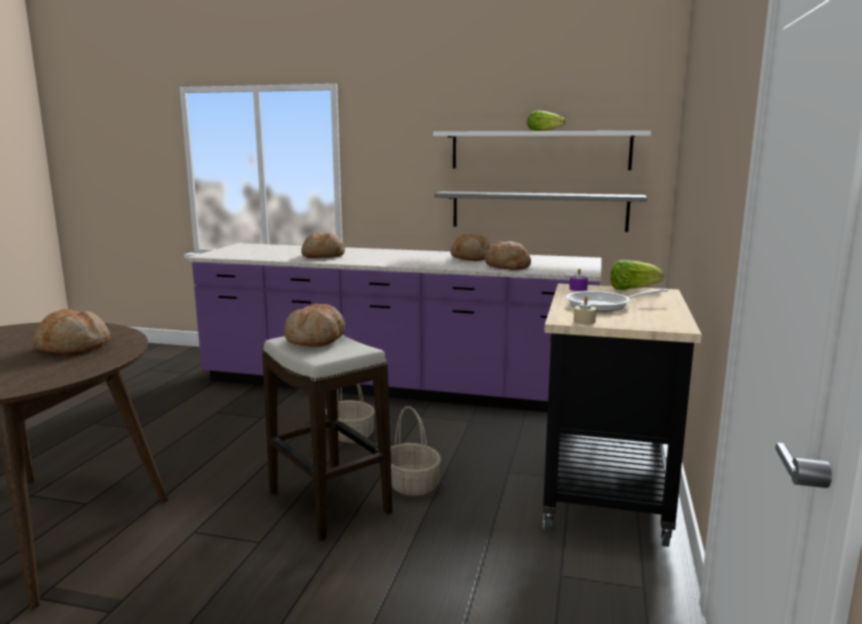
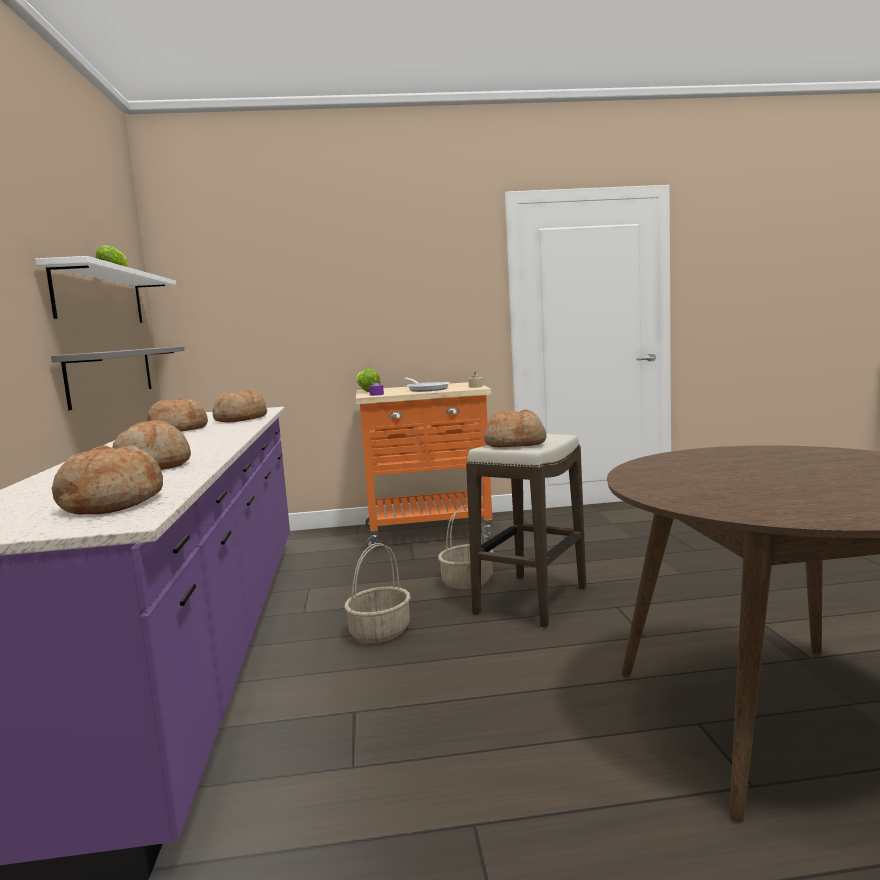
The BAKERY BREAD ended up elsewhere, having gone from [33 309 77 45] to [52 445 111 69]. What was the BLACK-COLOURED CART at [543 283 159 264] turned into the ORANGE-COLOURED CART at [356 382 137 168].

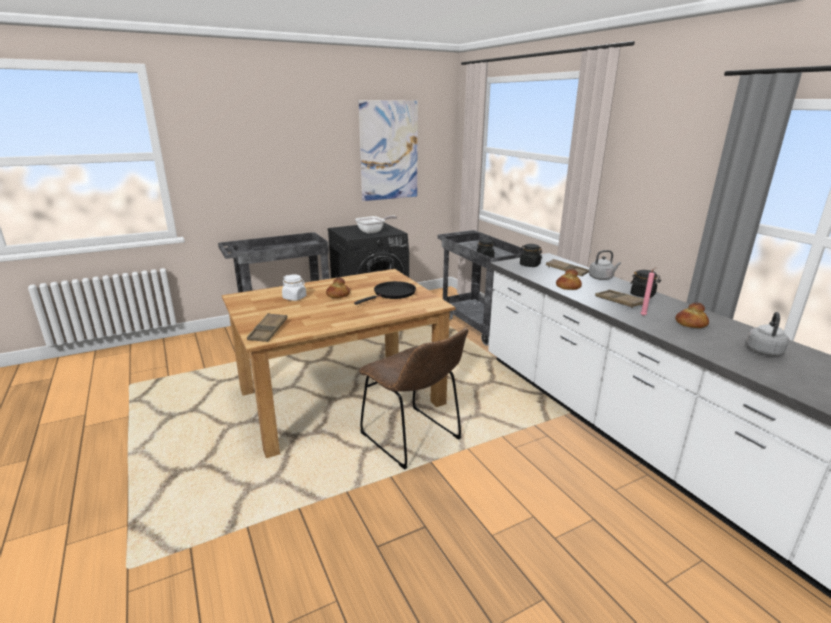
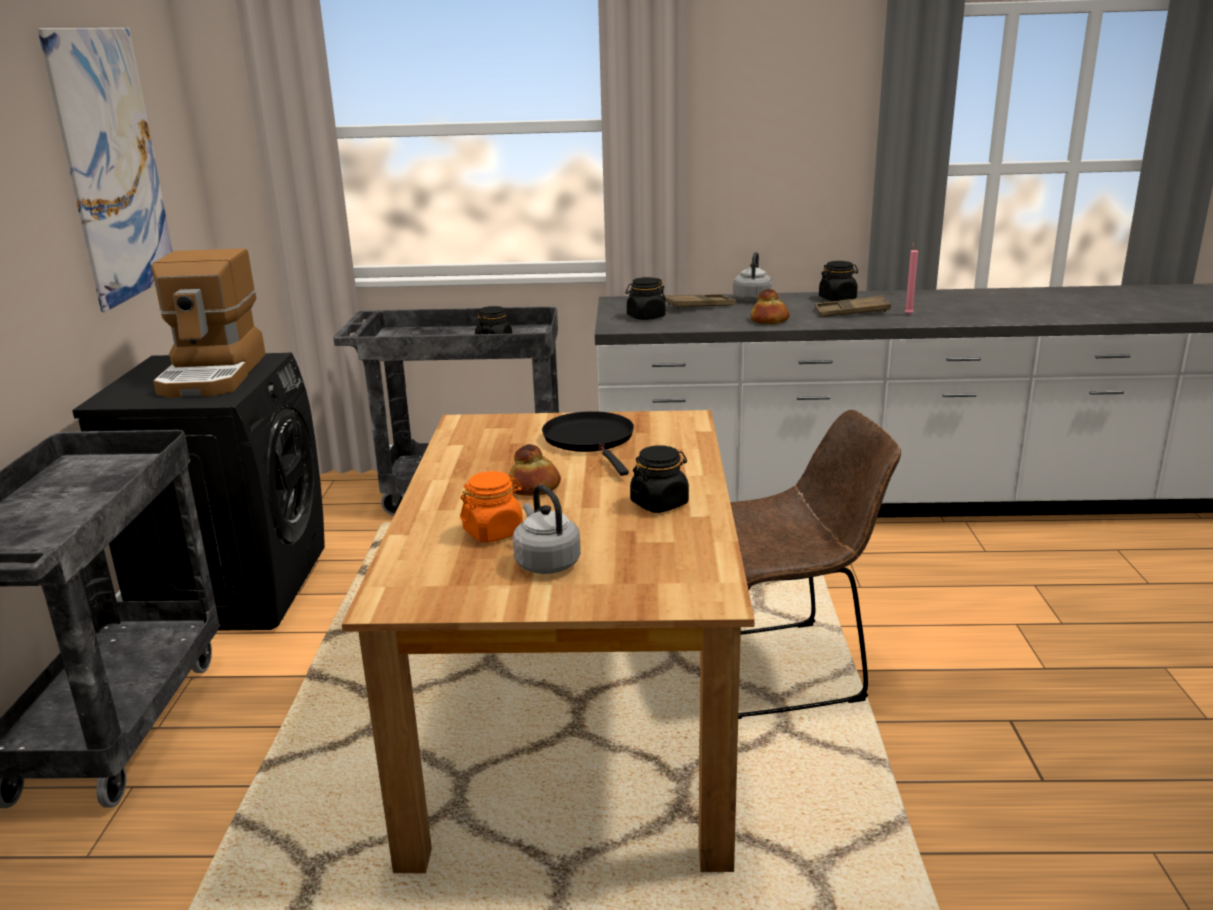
The second view lost the BROWNISH SERVING TRAY at [247 313 40 29]. What was the WHITISH JAR at [282 274 25 27] turned into the ORANGE-COLOURED JAR at [460 471 63 72]. Where the PAN stood at [355 215 42 19], the COFFEE MACHINE came to stand at [152 248 113 150]. The second view lost the BAKERY BREAD at [675 302 34 26]. The GREY TEA KETTLE ended up elsewhere, having gone from [746 312 43 44] to [513 485 68 89]. The second view gained the BLACK-COLOURED JAR at [630 445 59 68].

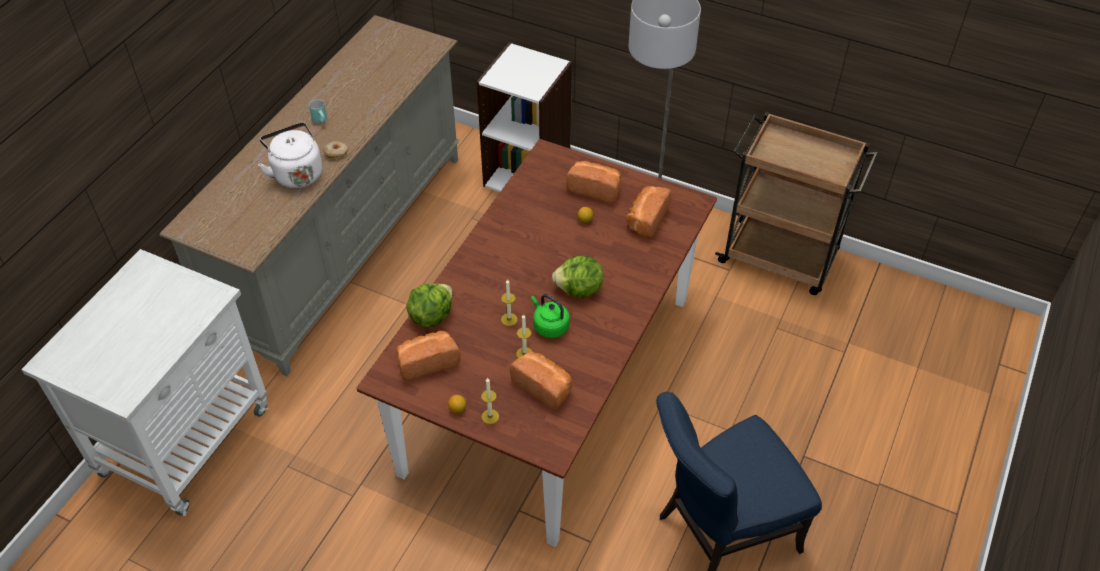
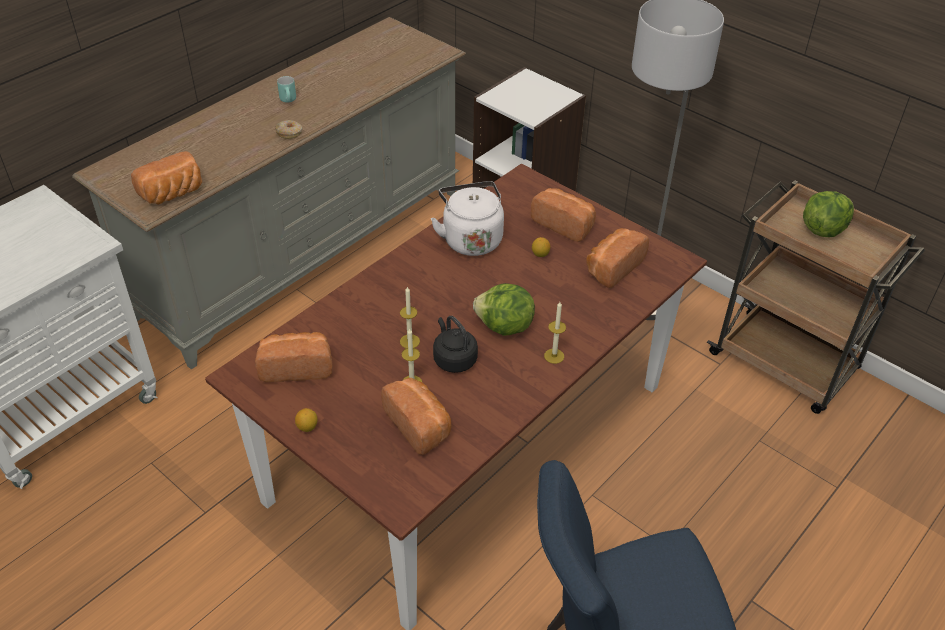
The WHITISH TEA KETTLE ended up elsewhere, having gone from [258 122 64 66] to [431 181 73 75]. The LETTUCE ended up elsewhere, having gone from [406 283 47 44] to [803 191 51 46]. The CANDLE ended up elsewhere, having gone from [481 377 18 47] to [544 302 22 62]. What was the GREENISH TEA KETTLE at [531 294 39 44] turned into the BLACK-COLOURED TEA KETTLE at [433 316 45 57]. The second view gained the BAKERY BREAD at [131 151 71 54].

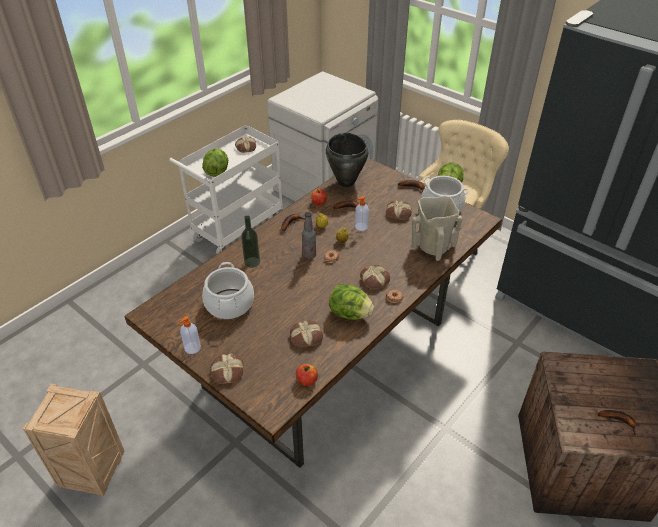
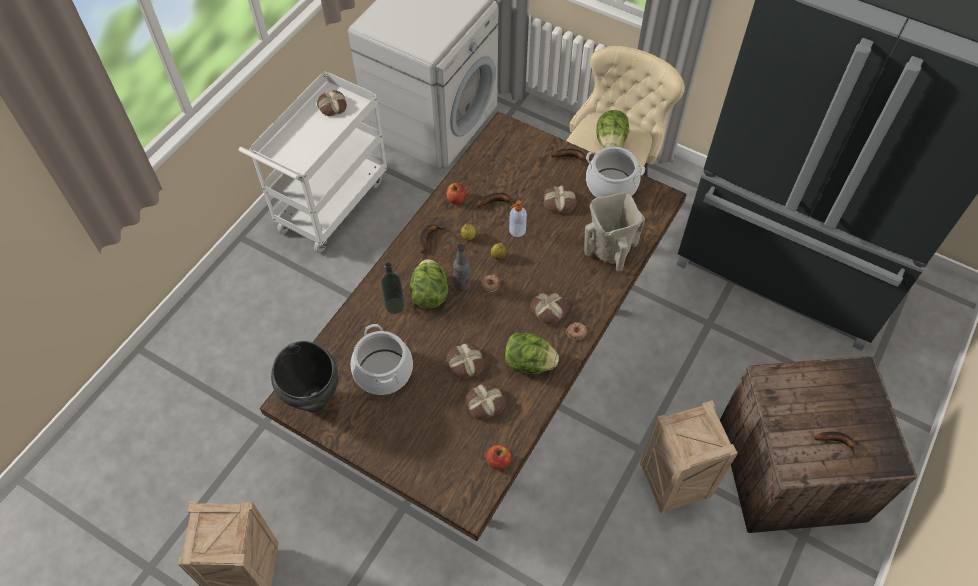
The second view lost the LIQUID SOAP BOTTLE at [178 316 23 38]. The LETTUCE ended up elsewhere, having gone from [202 149 26 28] to [409 259 40 50]. The BAKERY BREAD ended up elsewhere, having gone from [210 353 33 31] to [447 343 37 36]. The BLACK-COLOURED COOKING POT ended up elsewhere, having gone from [326 133 42 54] to [271 341 68 71]. The second view gained the CRATE at [640 400 98 114].

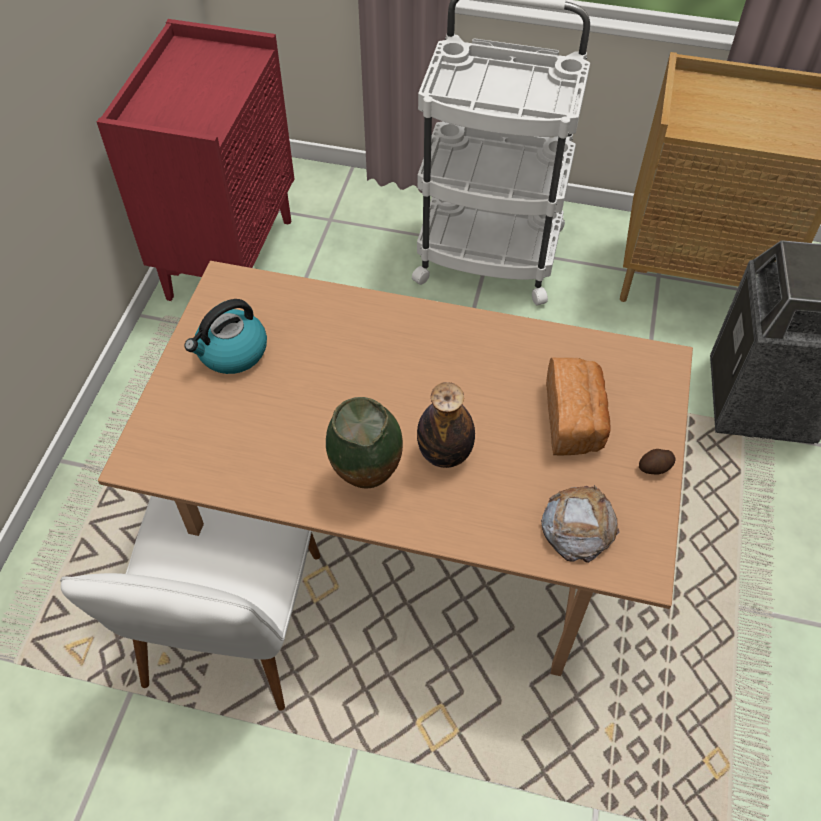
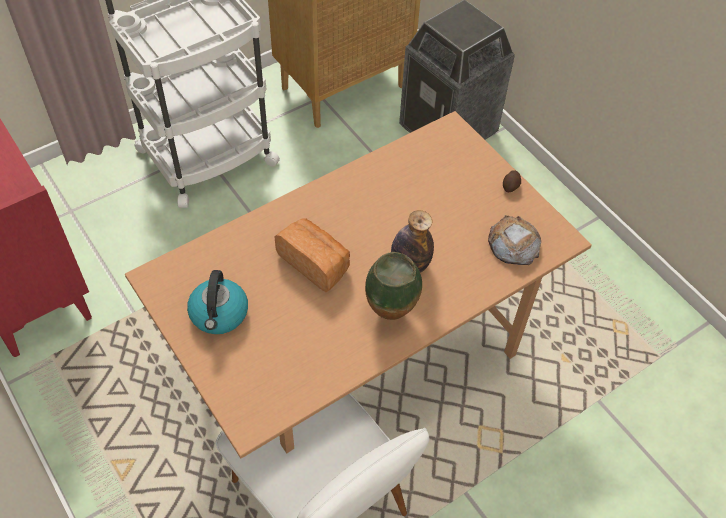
The BAKERY BREAD ended up elsewhere, having gone from [546 358 65 98] to [274 218 76 74].

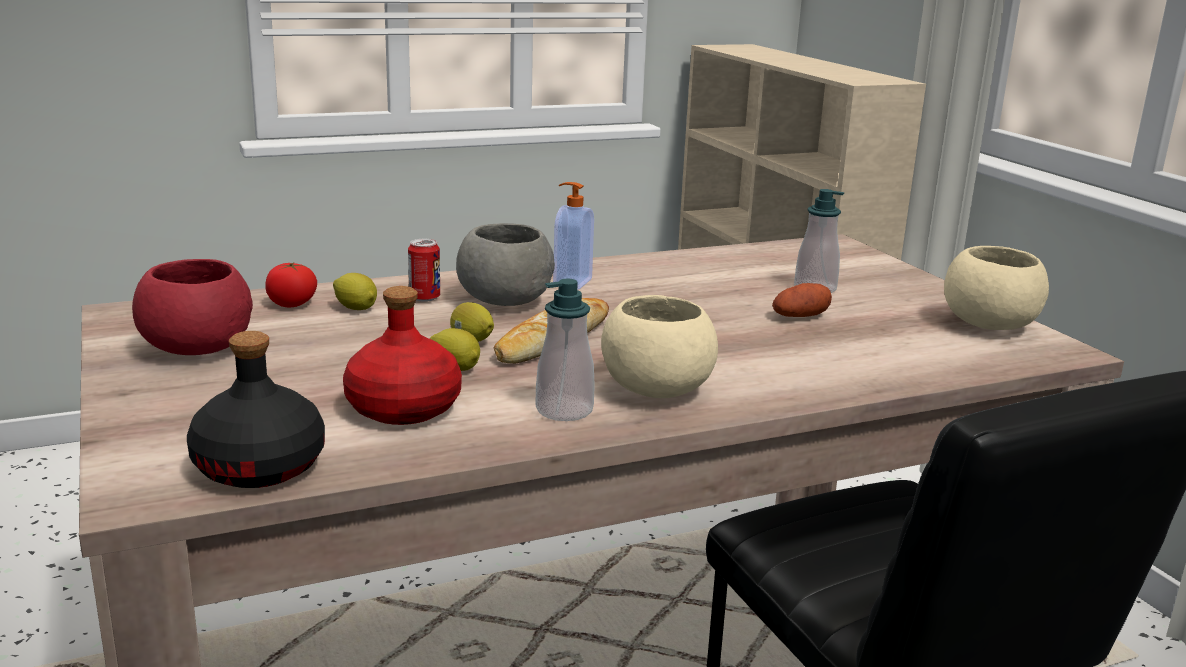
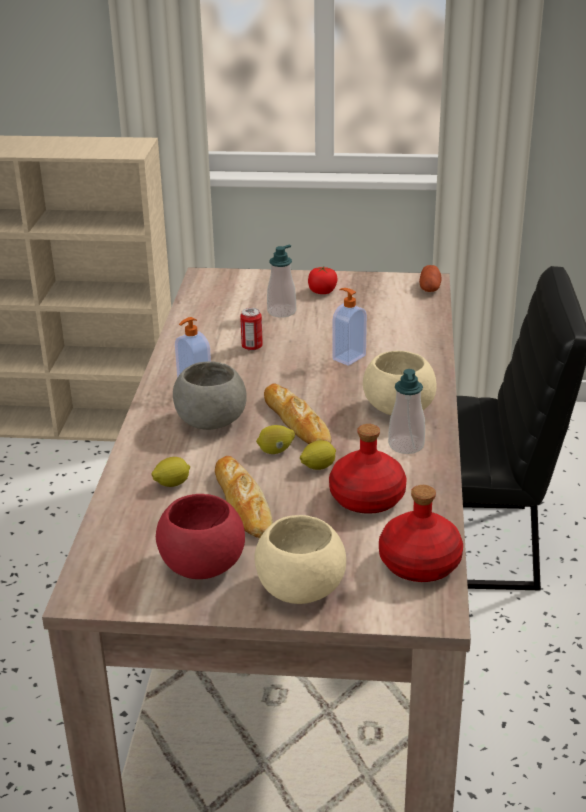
What was the BLACK-COLOURED DRINK BOTTLE at [187 331 138 157] turned into the RED-COLOURED DRINK BOTTLE at [379 485 84 97]. The WHOLE TOMATO ended up elsewhere, having gone from [265 262 52 45] to [308 267 30 27]. The CAN ended up elsewhere, having gone from [408 239 32 63] to [240 308 23 43]. The POTATO ended up elsewhere, having gone from [772 283 60 34] to [419 265 22 27]. The BEIGE BOWL ended up elsewhere, having gone from [944 246 105 84] to [255 515 91 89]. The second view gained the BAKERY BREAD at [215 456 58 82]. The second view gained the LIQUID SOAP BOTTLE at [332 288 35 78].

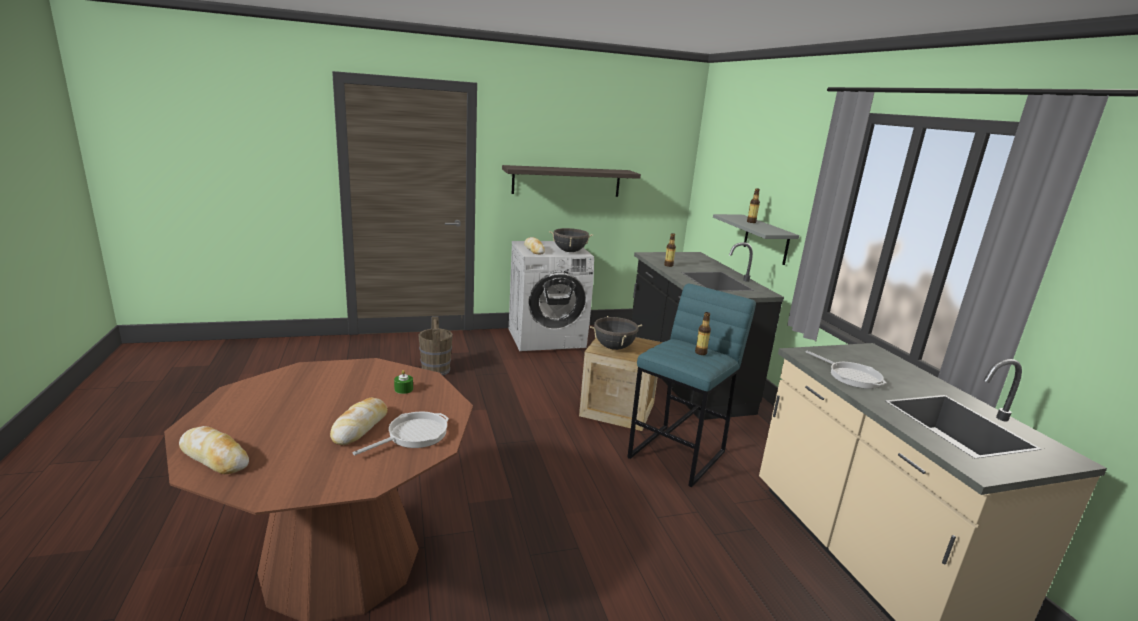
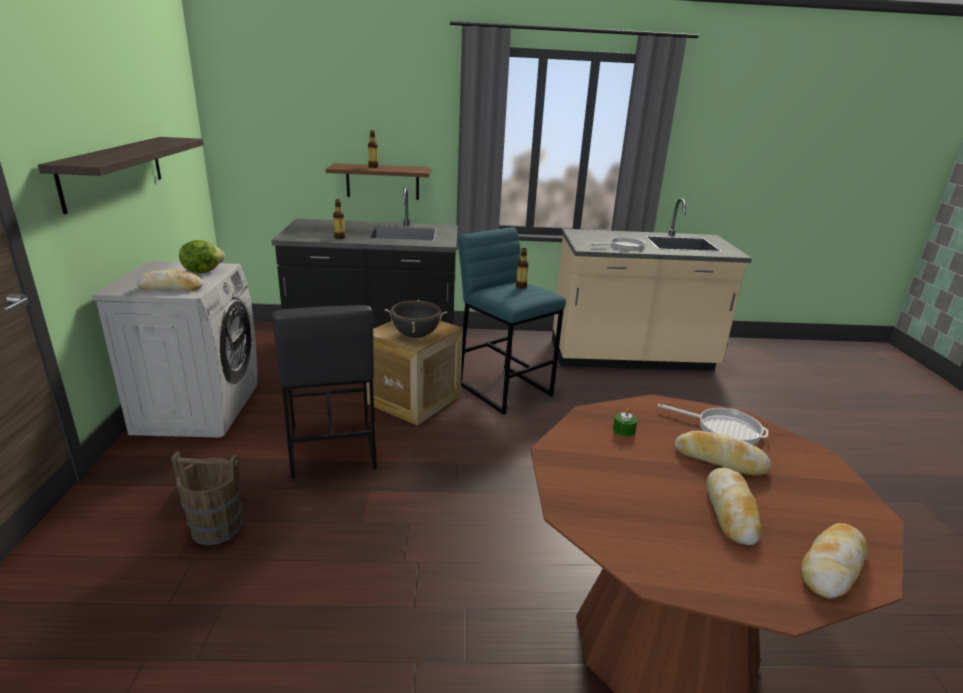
The PAN at [352 412 97 43] ended up facing another way, 150 degrees clockwise from before. Where the BLACK-COLOURED COOKING POT stood at [549 228 44 24], the LETTUCE came to stand at [179 240 46 33]. What was the GREY WALL SHELF at [713 214 86 51] turned into the BROWNISH WALL SHELF at [326 163 105 37]. The second view gained the GREY STOOL at [273 305 104 174]. The second view gained the BAKERY BREAD at [706 468 55 77].

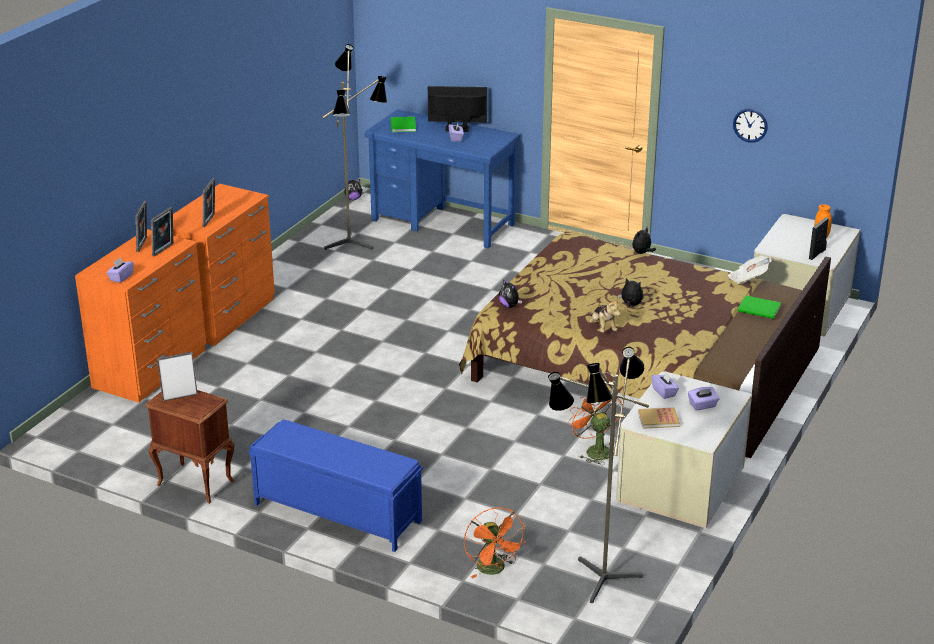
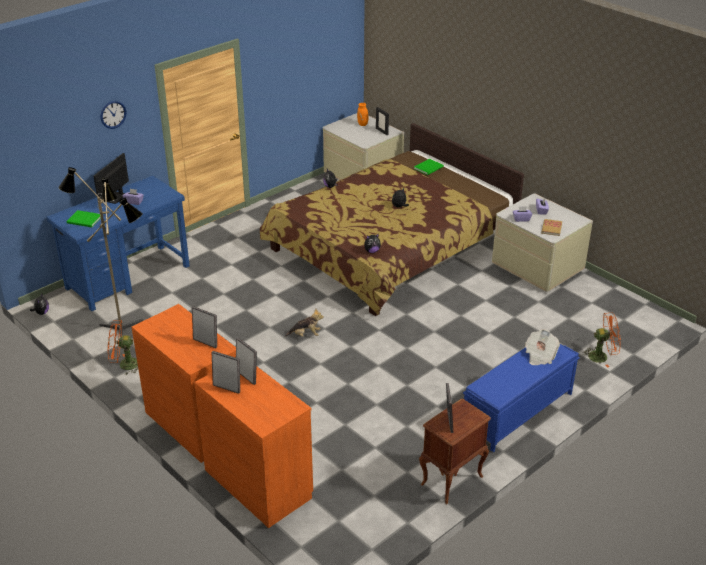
The second view lost the PURPLE-COLOURED BOX OF TISSUES at [106 257 28 26]. The second view lost the STANDING LAMP at [548 347 101 256]. The ORANGE-COLOURED COOLING FAN ended up elsewhere, having gone from [568 390 53 75] to [108 320 30 55]. The CUDDLY TOY ended up elsewhere, having gone from [589 299 31 33] to [285 309 39 28]. The PRINTED PAPER ended up elsewhere, having gone from [728 255 44 29] to [525 329 35 36]. The CLOCK ON THE WALL ended up elsewhere, having gone from [733 109 35 34] to [101 101 25 28].

